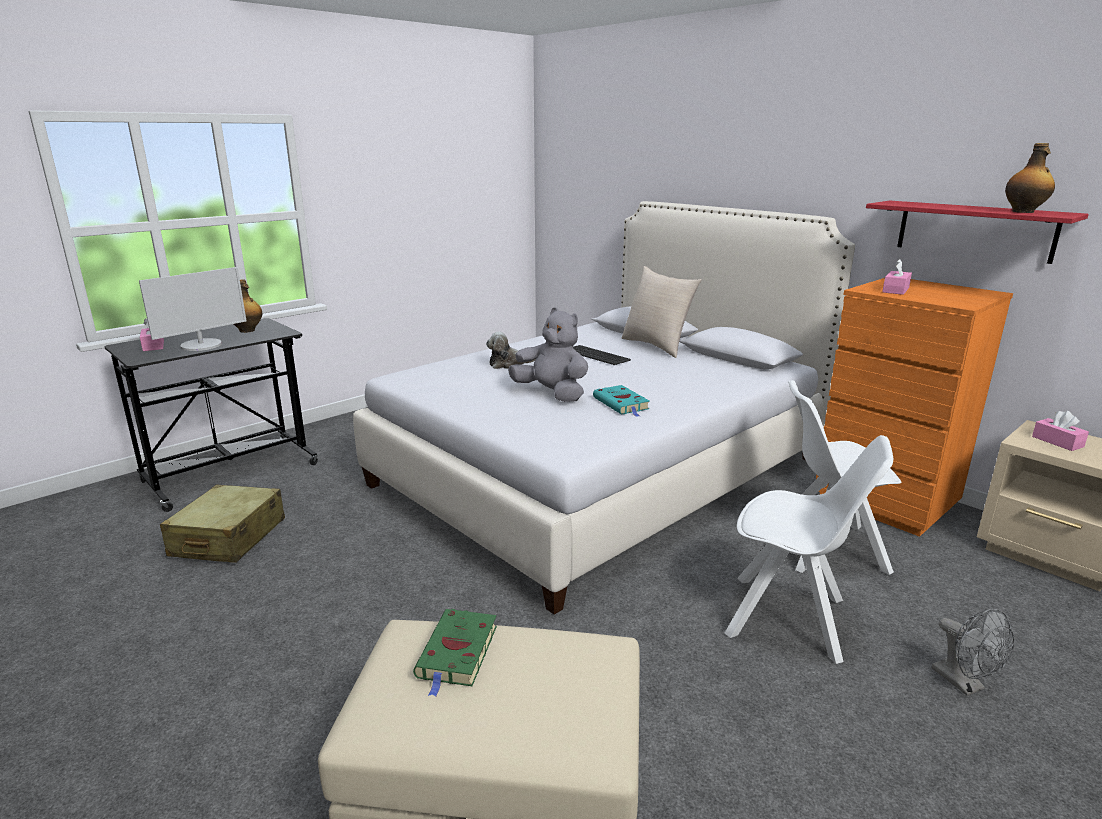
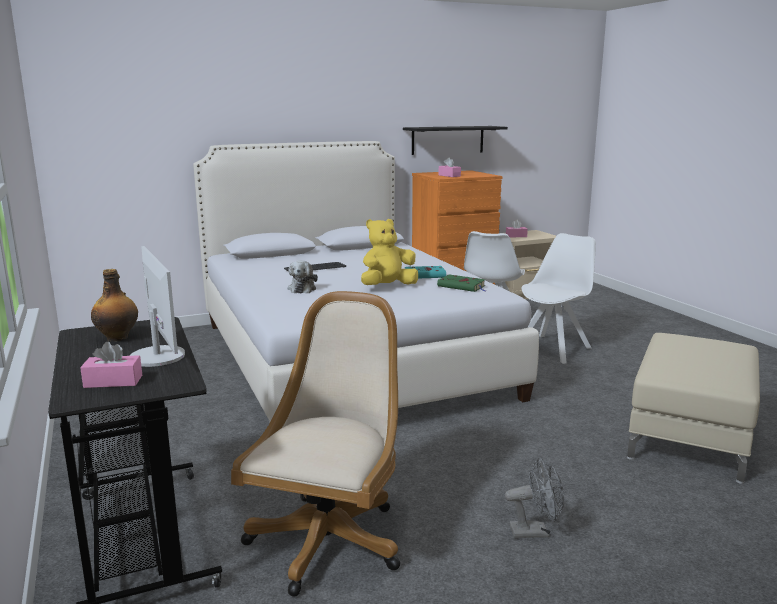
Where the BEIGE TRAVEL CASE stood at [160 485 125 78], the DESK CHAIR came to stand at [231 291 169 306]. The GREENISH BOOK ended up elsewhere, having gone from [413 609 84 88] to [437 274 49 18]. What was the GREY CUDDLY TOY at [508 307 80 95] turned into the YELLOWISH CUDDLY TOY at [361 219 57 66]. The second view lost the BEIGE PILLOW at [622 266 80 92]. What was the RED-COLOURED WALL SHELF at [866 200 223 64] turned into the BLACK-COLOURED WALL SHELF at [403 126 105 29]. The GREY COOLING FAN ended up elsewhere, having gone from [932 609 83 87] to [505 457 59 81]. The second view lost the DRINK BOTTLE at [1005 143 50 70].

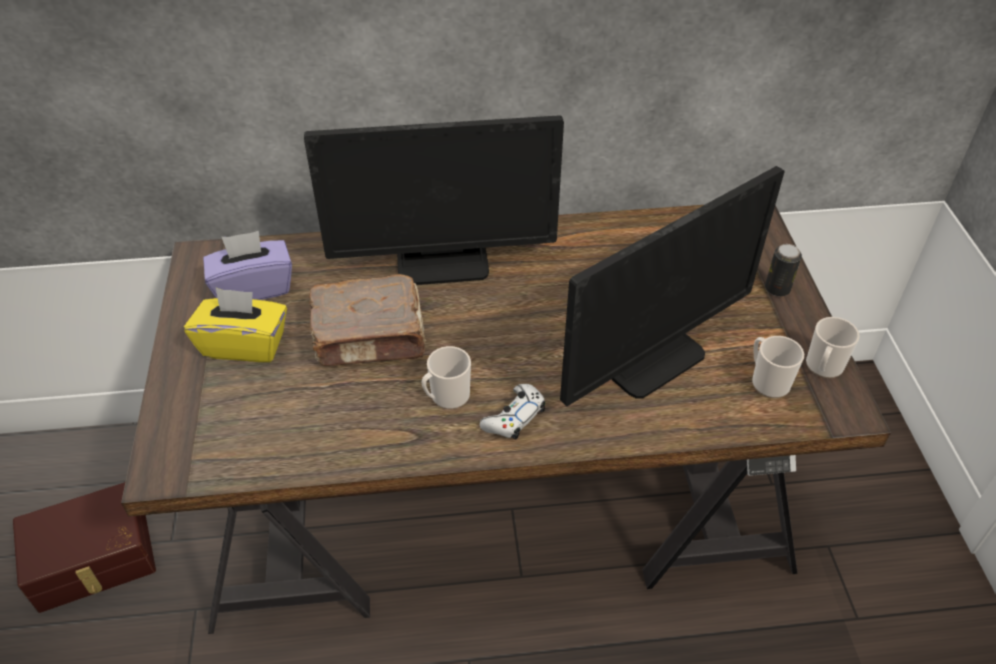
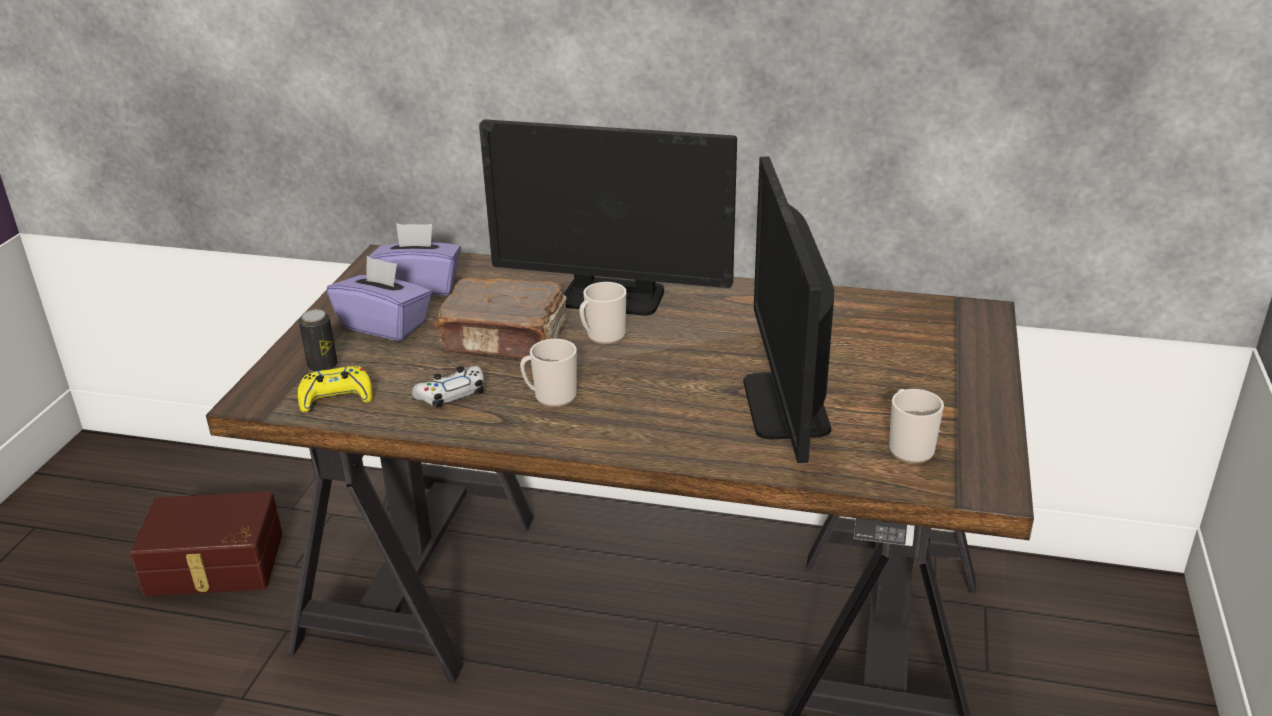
What was the YELLOWISH BOX OF TISSUES at [184 288 103 74] turned into the PURPLE-COLOURED BOX OF TISSUES at [327 256 105 85]. The WHITISH JOYPAD ended up elsewhere, having gone from [480 384 65 56] to [412 366 72 42]. The MONITOR at [560 166 224 240] ended up facing another way, 105 degrees clockwise from before. The CAN ended up elsewhere, having gone from [765 244 37 52] to [299 309 39 63]. The MUG ended up elsewhere, having gone from [806 317 54 61] to [579 282 47 62]. The second view gained the YELLOWISH JOYPAD at [298 366 75 46].

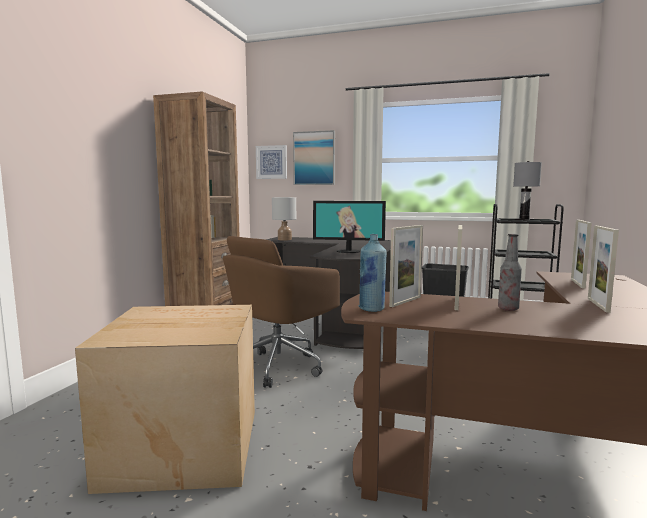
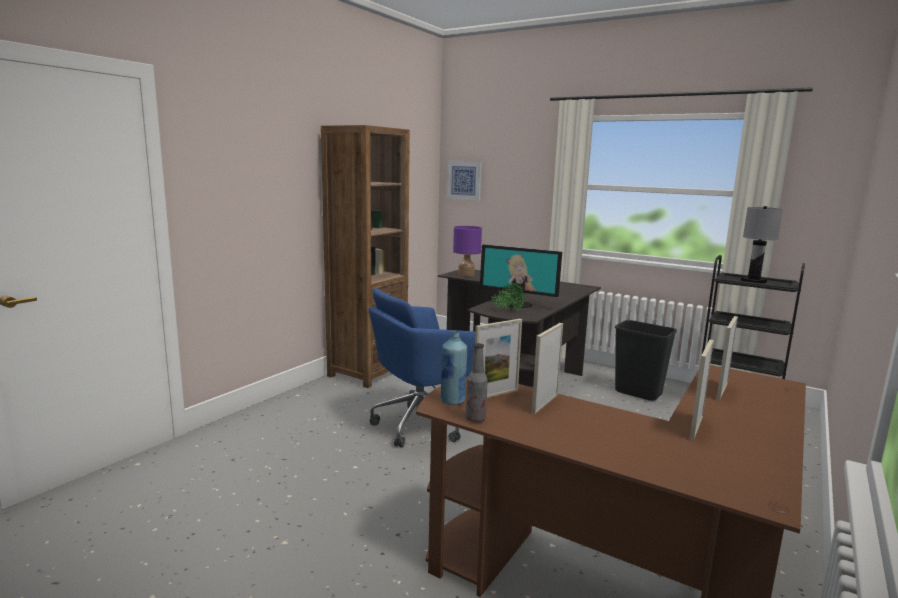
The second view lost the PACKING BOX at [75 305 180 189]. What was the BROWNISH DESK CHAIR at [223 236 117 152] turned into the BLUE-COLOURED DESK CHAIR at [368 288 107 160]. What was the GREY TABLETOP LAMP at [272 197 24 44] turned into the PURPLE-COLOURED TABLETOP LAMP at [453 226 29 51]. The second view lost the PICTURE at [293 130 42 55]. The DRINK BOTTLE ended up elsewhere, having gone from [498 234 24 77] to [466 343 22 79]. The second view gained the PLANT IN A POT at [491 282 34 29].

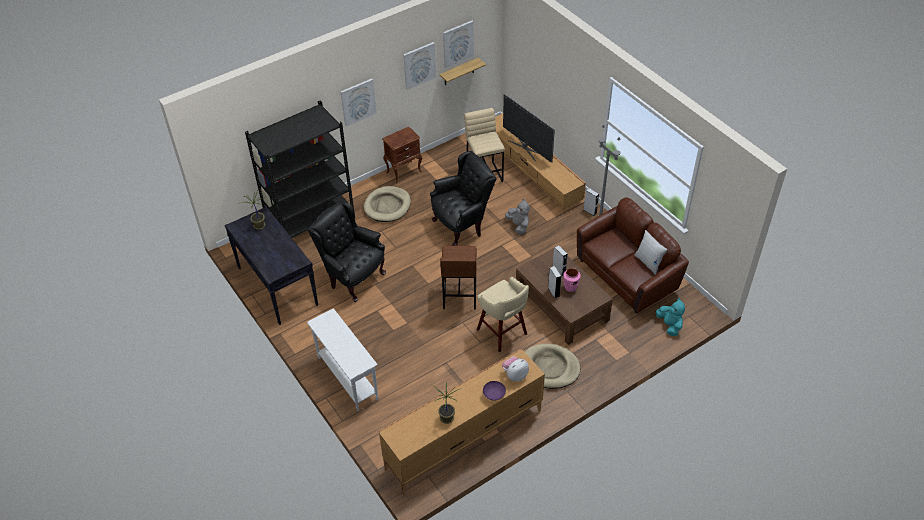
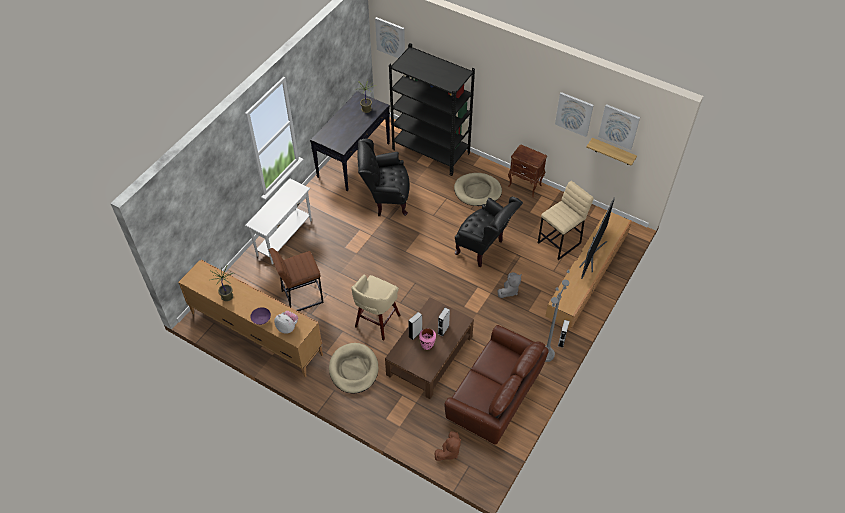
The BLACK-COLOURED EASY CHAIR at [307 200 79 102] ended up facing another way, 105 degrees counterclockwise from before. The PICTURE ended up elsewhere, having gone from [340 79 37 48] to [375 17 30 41]. The BROWNISH STOOL ended up elsewhere, having gone from [440 246 37 63] to [269 248 55 63]. The second view lost the GREY PILLOW at [634 230 34 45]. What was the TURQUOISE CUDDLY TOY at [656 298 29 38] turned into the BROWNISH CUDDLY TOY at [435 431 26 30].

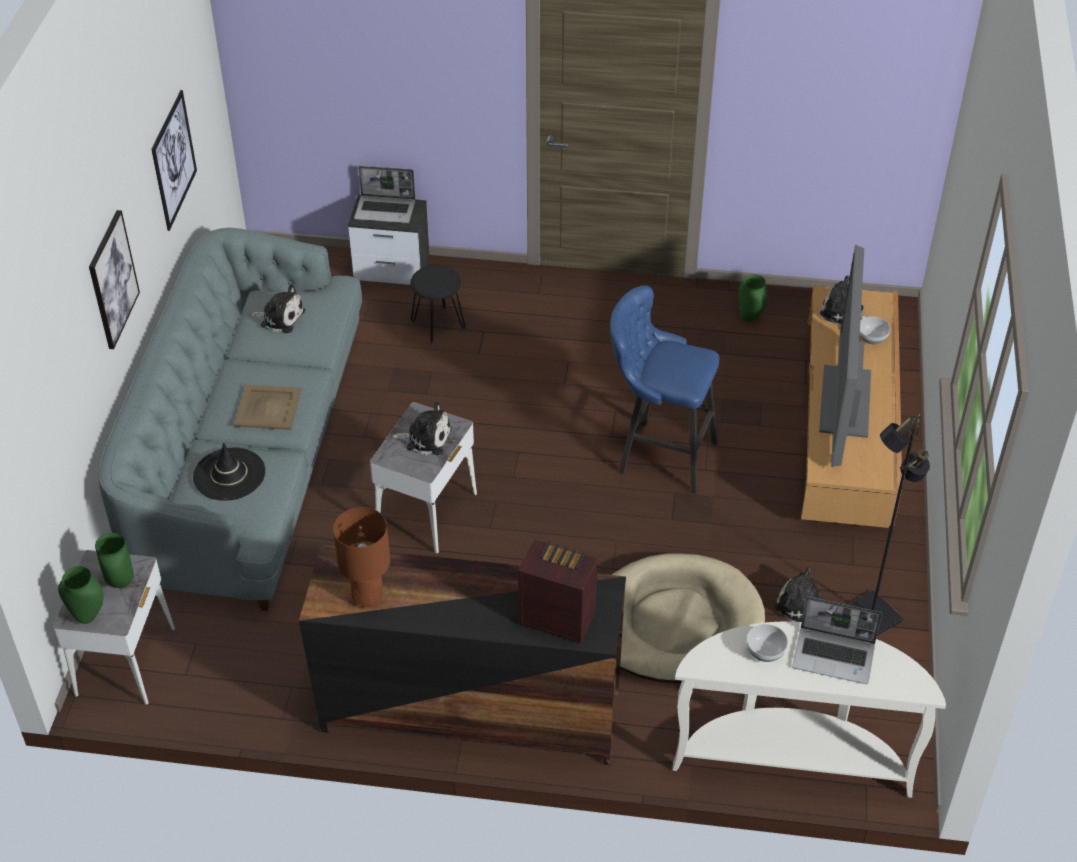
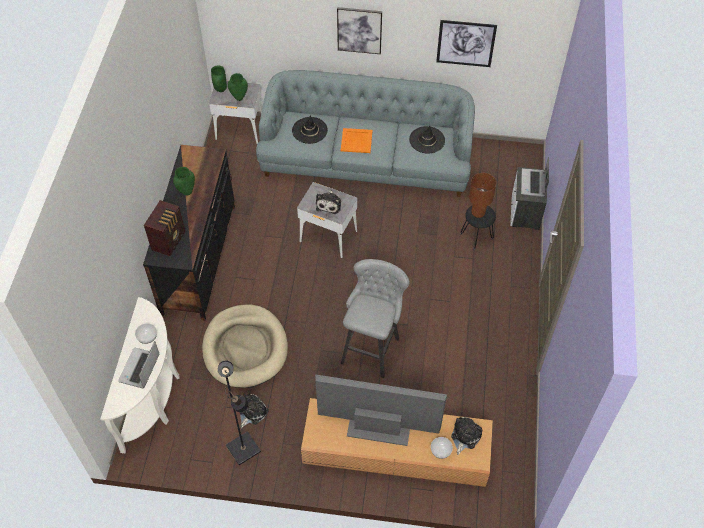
What was the BEIGE SERVING TRAY at [234 385 68 45] turned into the ORANGE-COLOURED SERVING TRAY at [341 128 32 25]. Where the CUDDLY TOY stood at [250 284 55 49], the BLACK-COLOURED CLOTHING HAT came to stand at [409 126 36 28]. The BROWNISH TABLETOP LAMP ended up elsewhere, having gone from [333 507 57 100] to [469 173 27 45]. What was the BLUE-COLOURED STOOL at [610 285 110 209] turned into the GREY STOOL at [340 259 70 119]. The GREENISH DECORATIVE VASE ended up elsewhere, having gone from [739 274 28 48] to [173 167 22 29].

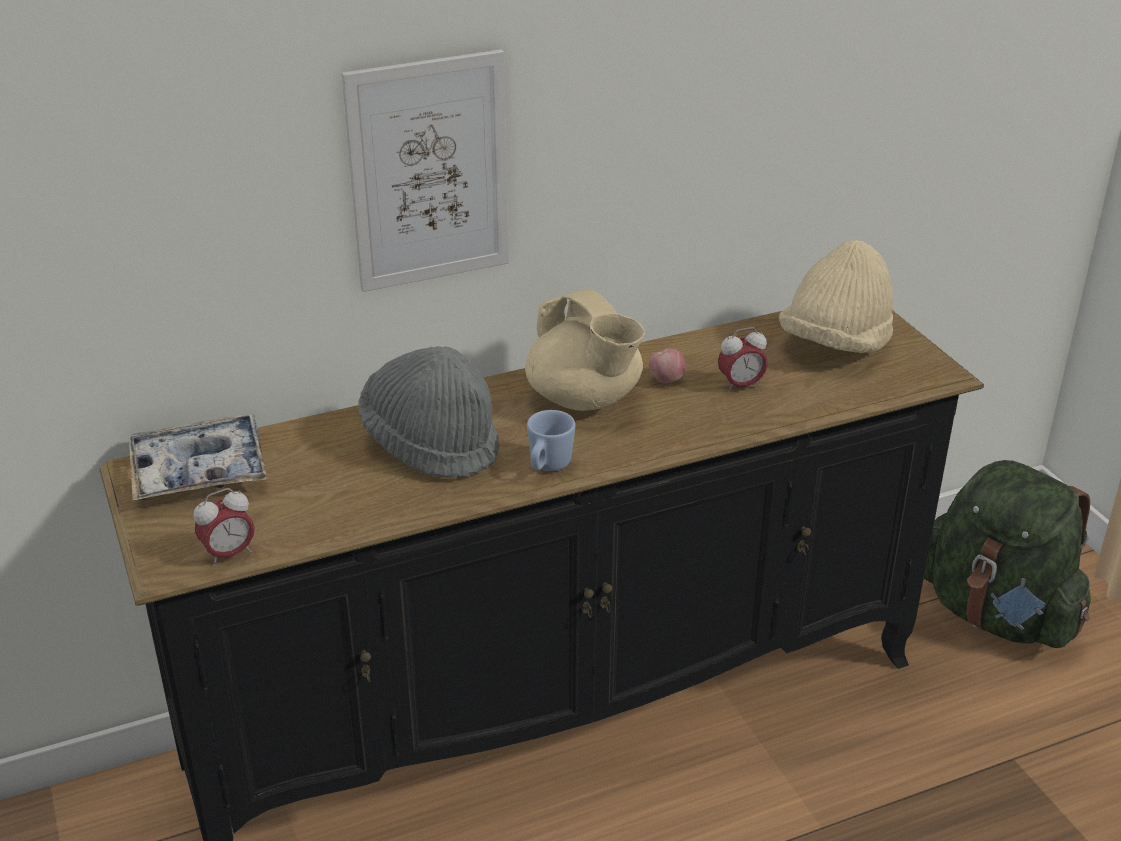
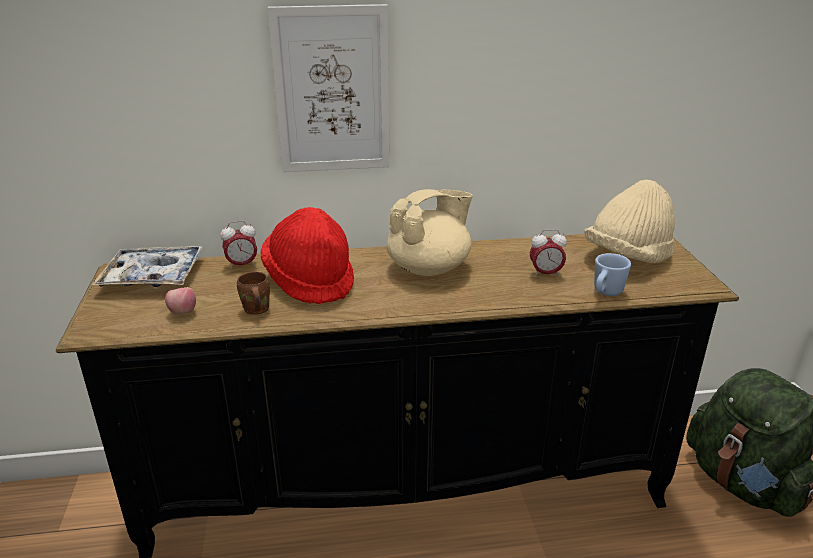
The ALARM CLOCK ended up elsewhere, having gone from [193 488 62 78] to [220 221 37 49]. What was the GREY CLOTHING HAT at [358 346 142 132] turned into the RED-COLOURED CLOTHING HAT at [261 207 93 97]. The BEIGE TEAPOT at [525 290 120 121] ended up facing another way, 105 degrees counterclockwise from before. The BLUE-COLOURED MUG ended up elsewhere, having gone from [527 410 48 61] to [594 253 37 43]. The APPLE FRUIT ended up elsewhere, having gone from [649 349 36 34] to [165 287 31 28]. The second view gained the BROWNISH MUG at [237 272 33 43].

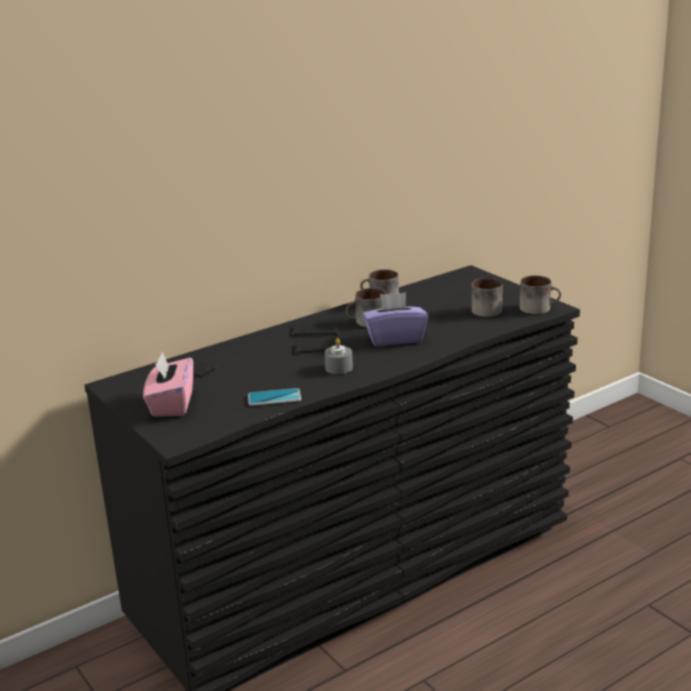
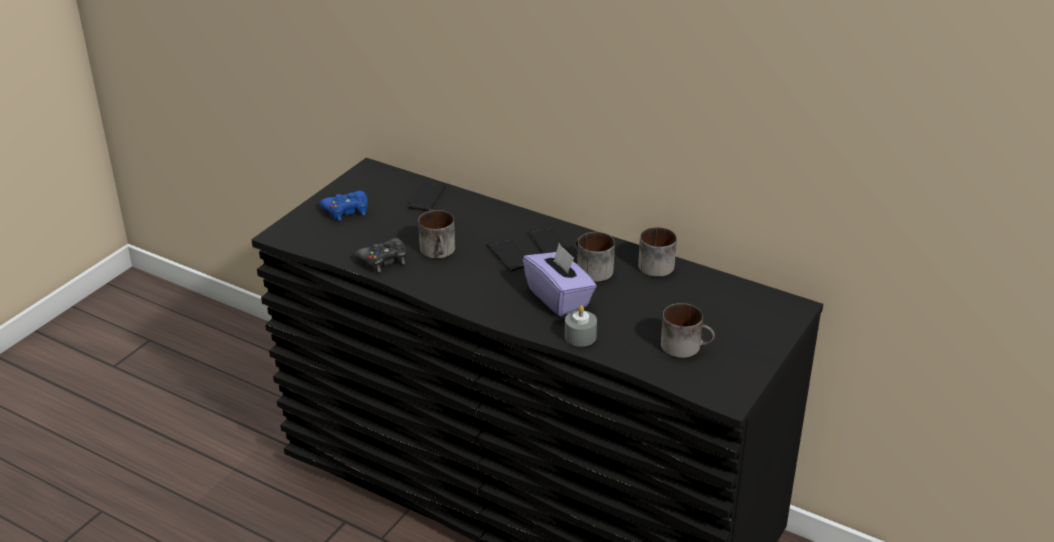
Where the PINKISH BOX OF TISSUES stood at [143 352 50 65], the BLUE-COLOURED JOYPAD came to stand at [320 191 48 30]. Where the HANDSET stood at [248 388 53 18], the BLACK-COLOURED JOYPAD came to stand at [355 238 52 34]. The GREY CANDLE ended up elsewhere, having gone from [325 338 28 36] to [565 305 32 42]. The MUG ended up elsewhere, having gone from [520 275 41 39] to [418 210 37 49].

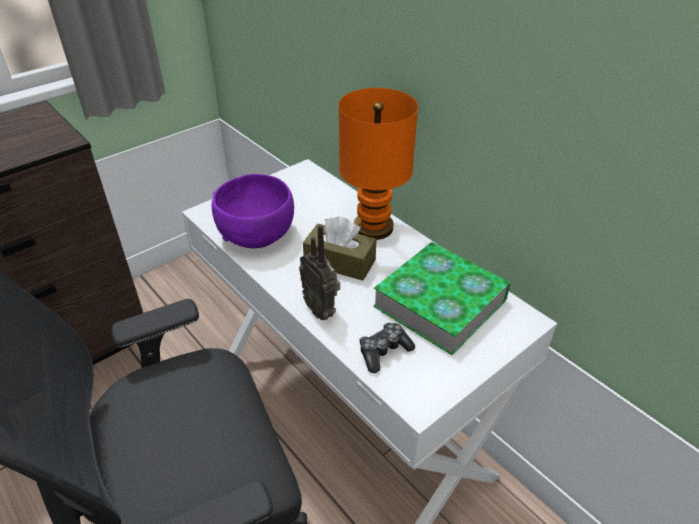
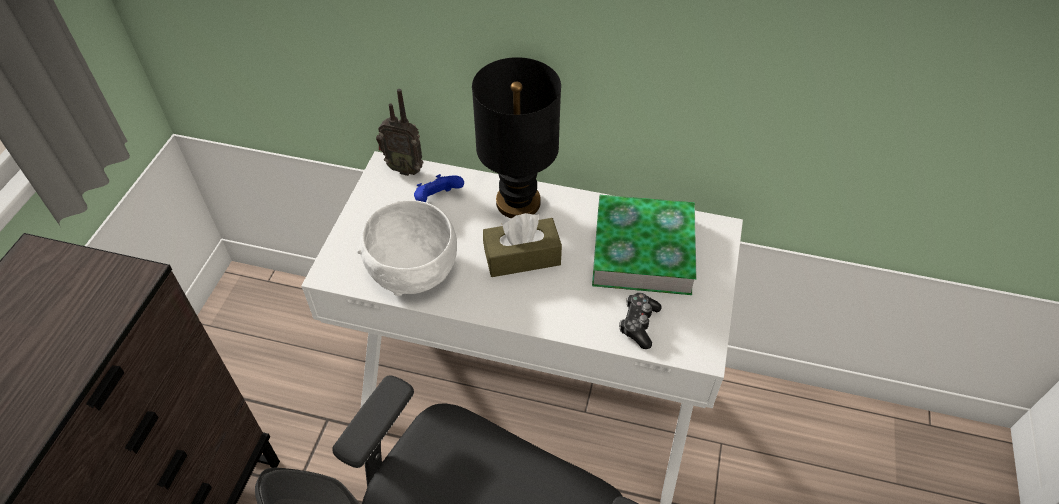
What was the PURPLE-COLOURED BOWL at [212 174 82 74] turned into the WHITISH BOWL at [357 200 100 96]. The RADIO SET ended up elsewhere, having gone from [299 224 41 96] to [376 89 48 87]. What was the ORANGE-COLOURED TABLETOP LAMP at [338 88 80 152] turned into the BLACK-COLOURED TABLETOP LAMP at [472 57 89 161]. The second view gained the BLUE-COLOURED JOYPAD at [414 174 50 28].

